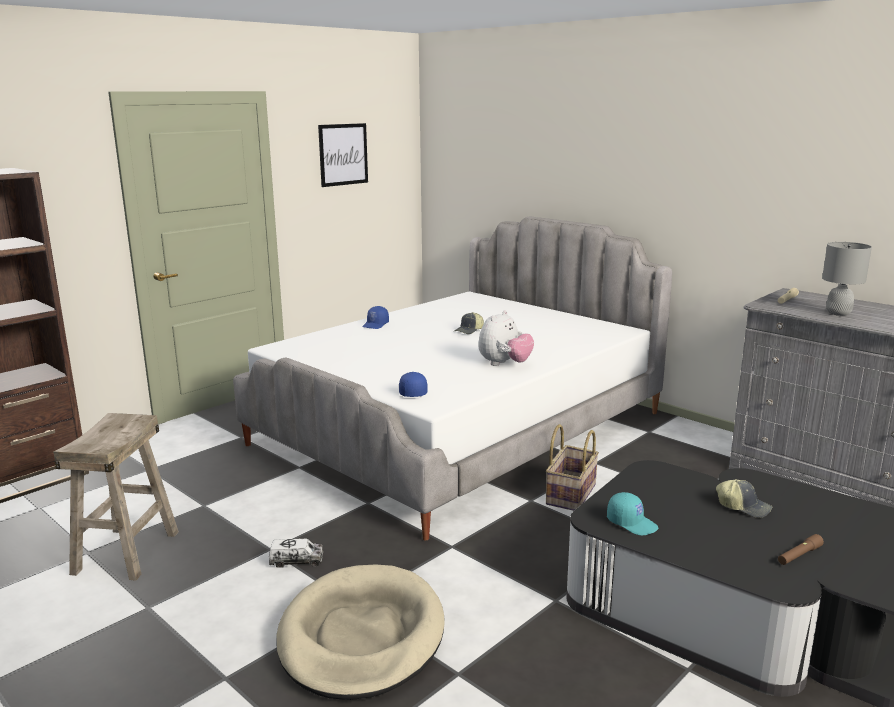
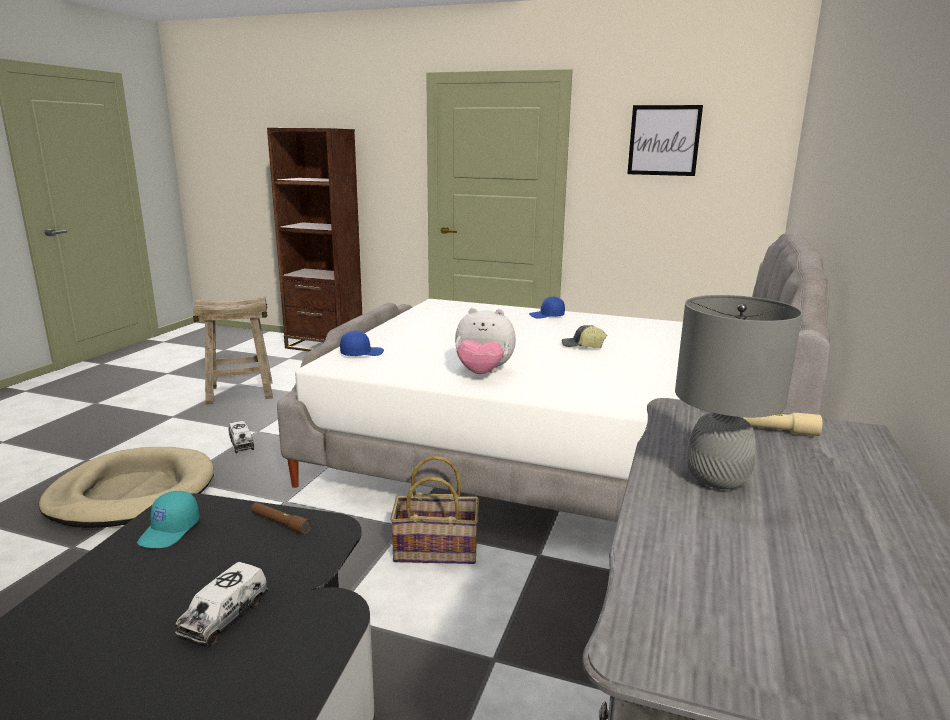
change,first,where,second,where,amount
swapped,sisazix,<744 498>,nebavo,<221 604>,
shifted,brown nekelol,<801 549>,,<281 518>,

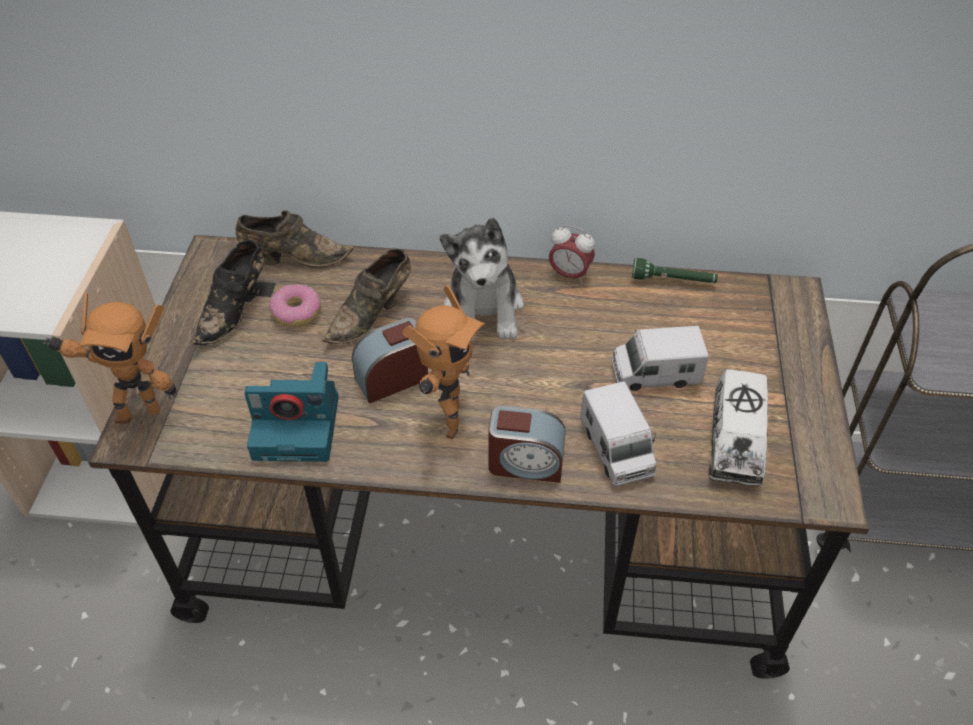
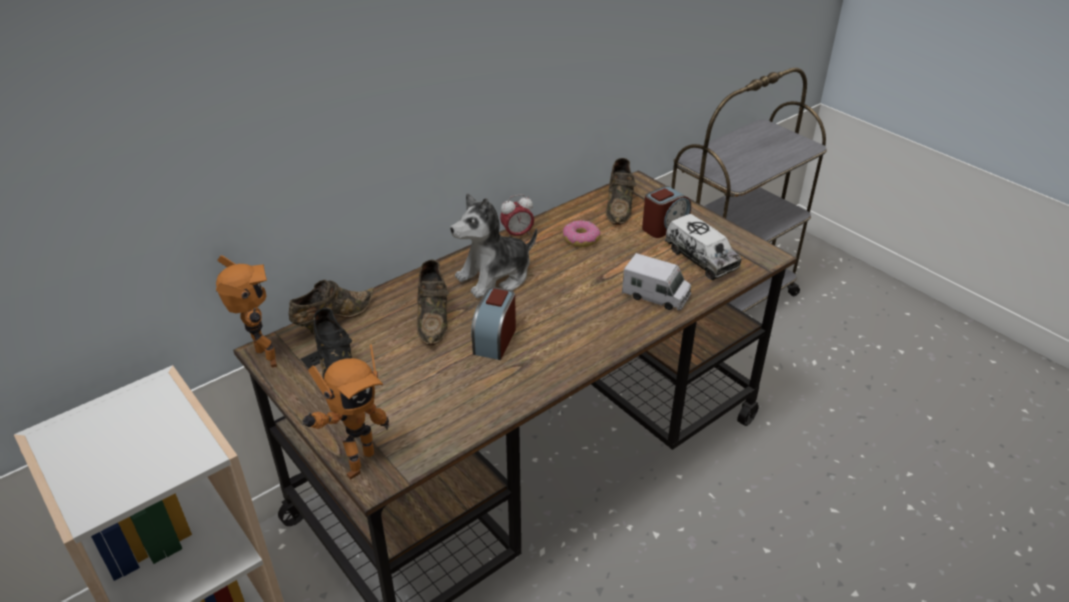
change,first,where,second,where,amount
rotated,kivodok,<482 279>,,<493 245>,105 degrees clockwise
gone,green nekelol,<675 270>,,,
shifted,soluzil,<295 305>,,<581 233>,
shifted,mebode,<443 362>,,<246 311>,
gone,nebavo,<660 358>,,,
gone,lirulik,<291 412>,,,
shifted,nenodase,<527 444>,,<666 212>,
new,,,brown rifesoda,<621 191>,

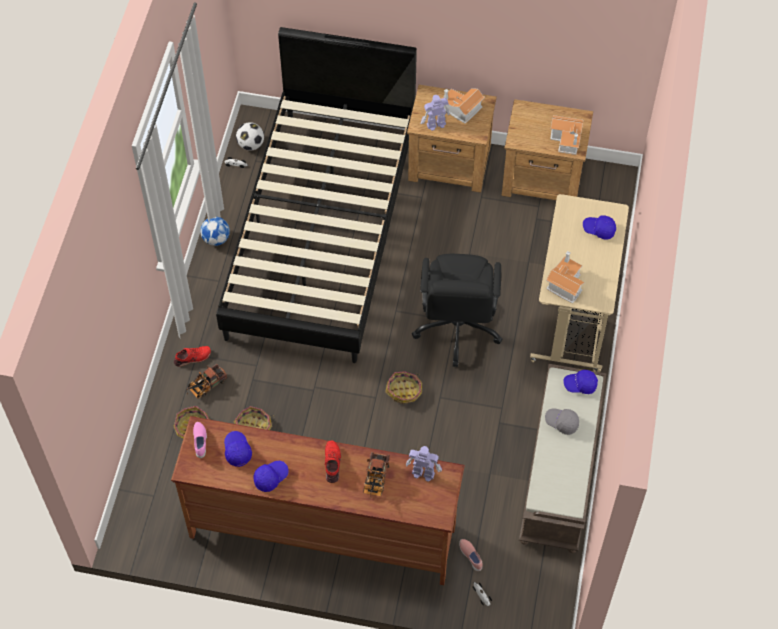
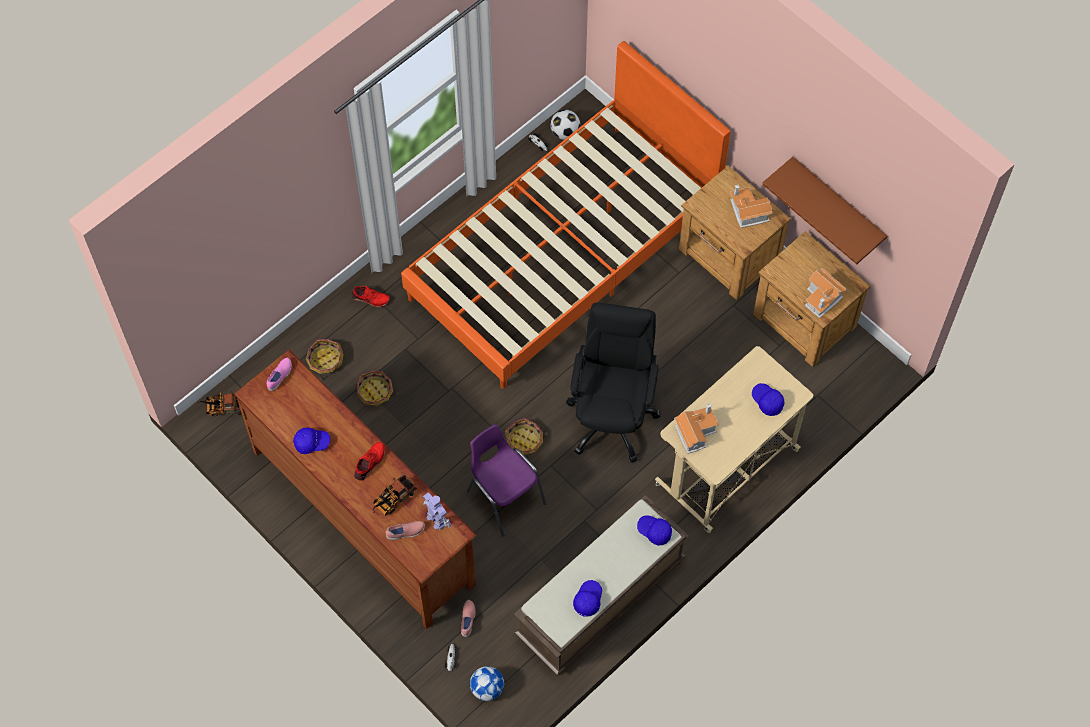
change,first,where,second,where,amount
repainted,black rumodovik,<316 195>,orange rumodovik,<566 215>,
gone,mebode,<435 113>,,,
shifted,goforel,<215 231>,,<487 683>,
rotated,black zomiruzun,<457 310>,,<613 383>,150 degrees clockwise
shifted,nebavo,<206 381>,,<220 403>,
gone,grey sisazix,<562 421>,,,
shifted,blue sisazix,<238 449>,,<587 598>,
new,,,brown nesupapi,<824 210>,
new,,,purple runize,<506 480>,
new,,,pink rifesoda,<405 530>,

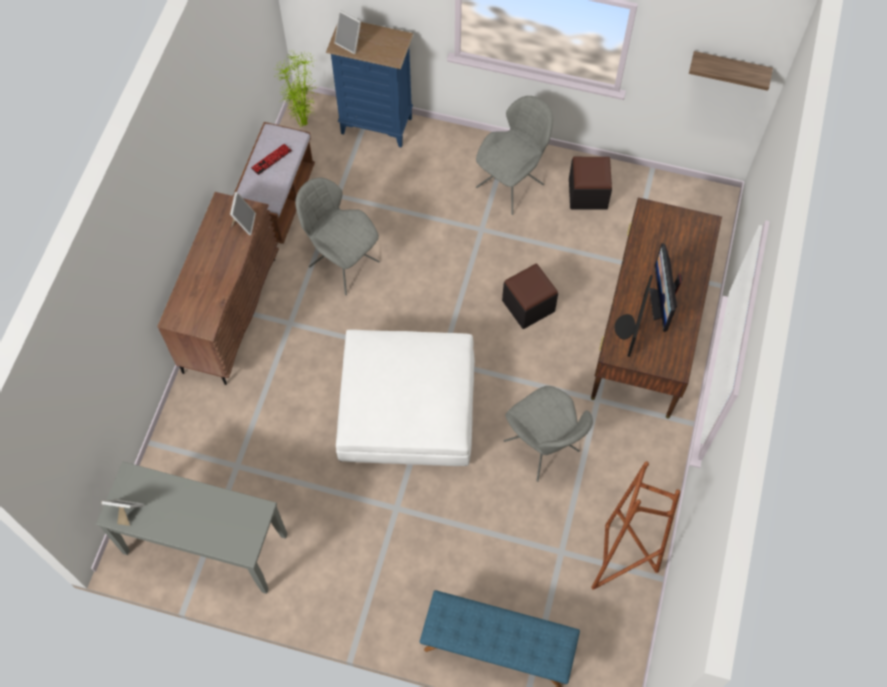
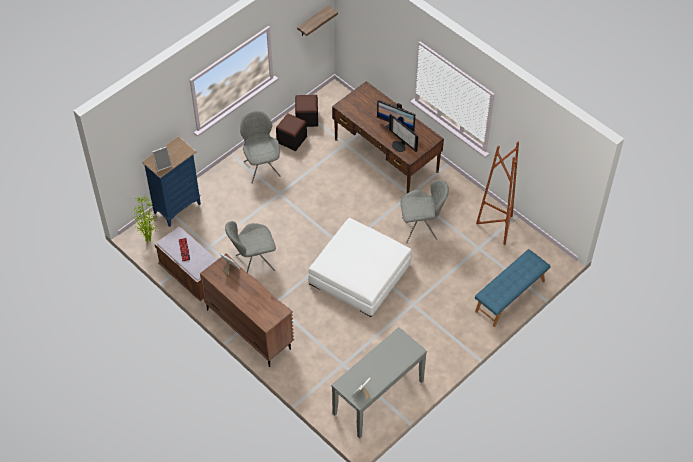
change,first,where,second,where,amount
shifted,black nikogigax,<530 296>,,<306 111>,

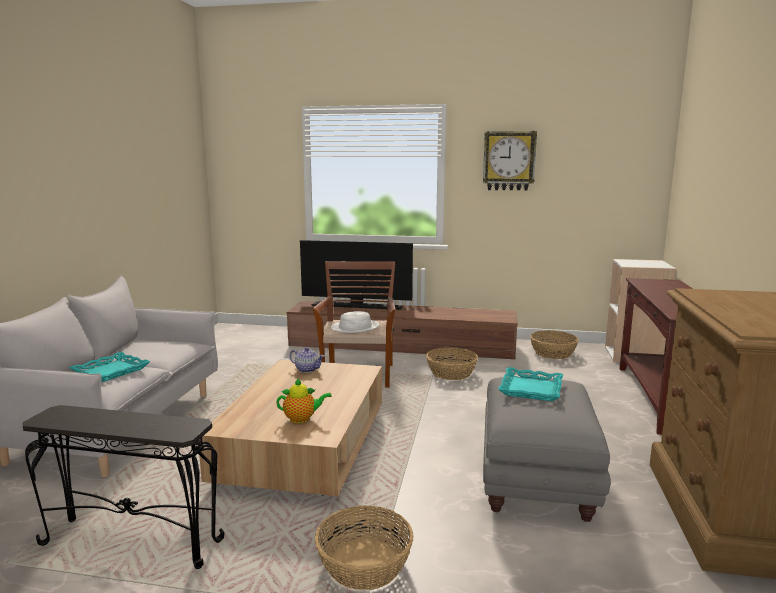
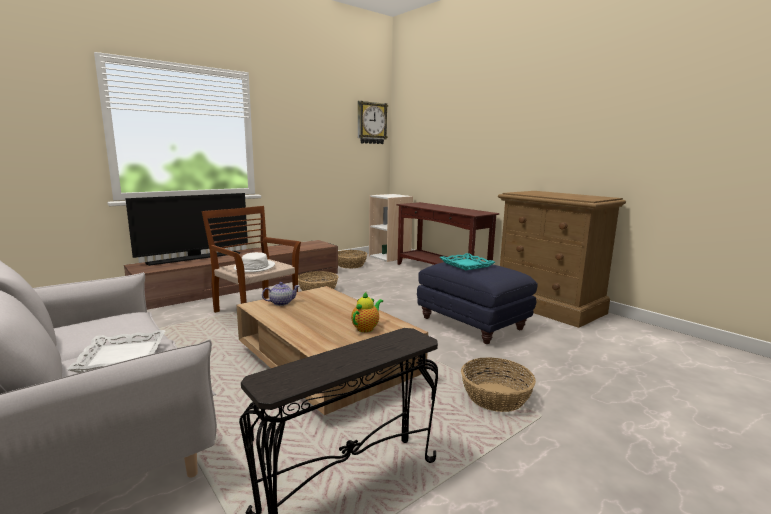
change,first,where,second,where,amount
shifted,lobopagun,<510 161>,,<373 122>,
repainted,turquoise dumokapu,<110 367>,white dumokapu,<116 351>,
repainted,grey nikogigax,<547 449>,blue nikogigax,<477 302>,

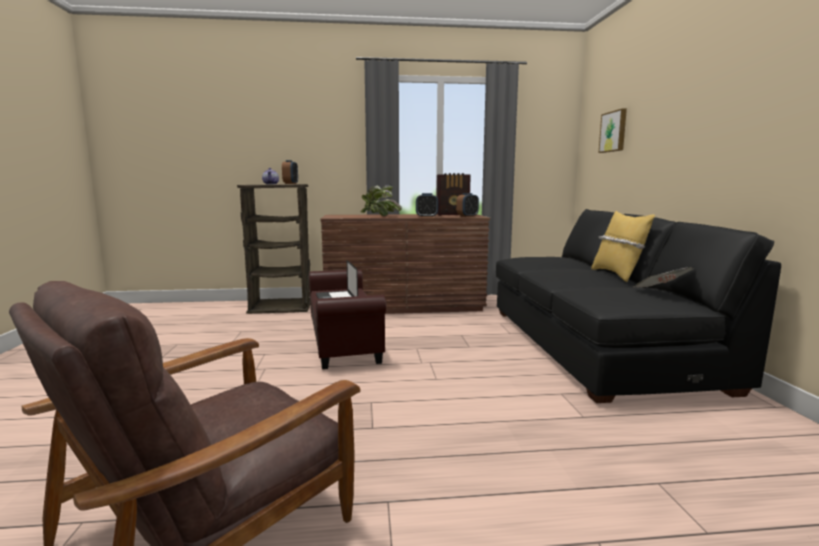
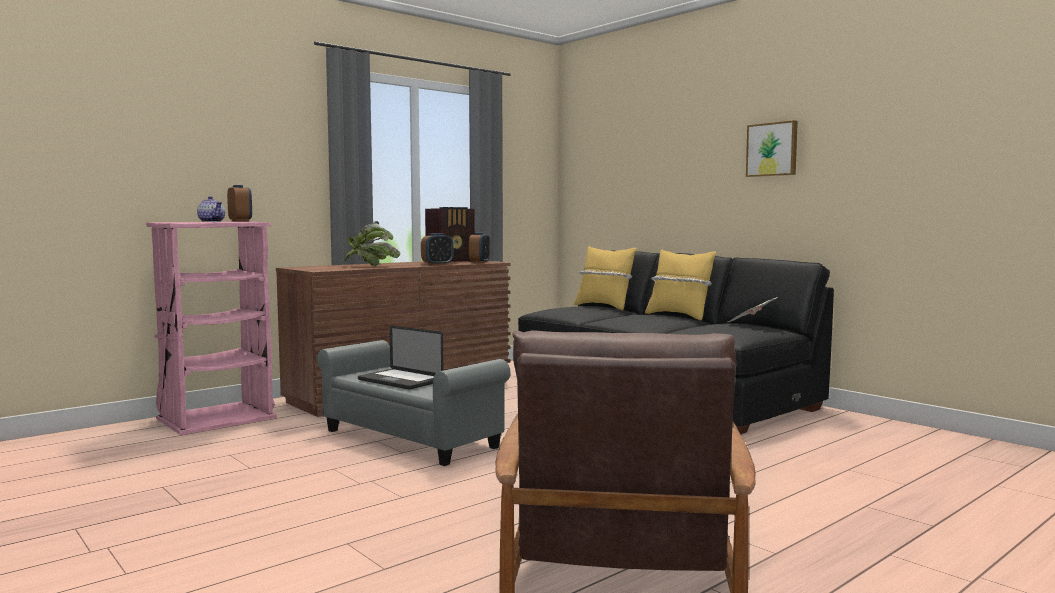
change,first,where,second,where,amount
shifted,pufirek,<613 130>,,<772 148>,
repainted,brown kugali,<273 249>,pink kugali,<211 328>,
repainted,brown nikogigax,<347 319>,grey nikogigax,<413 403>,
new,,,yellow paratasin,<605 278>,

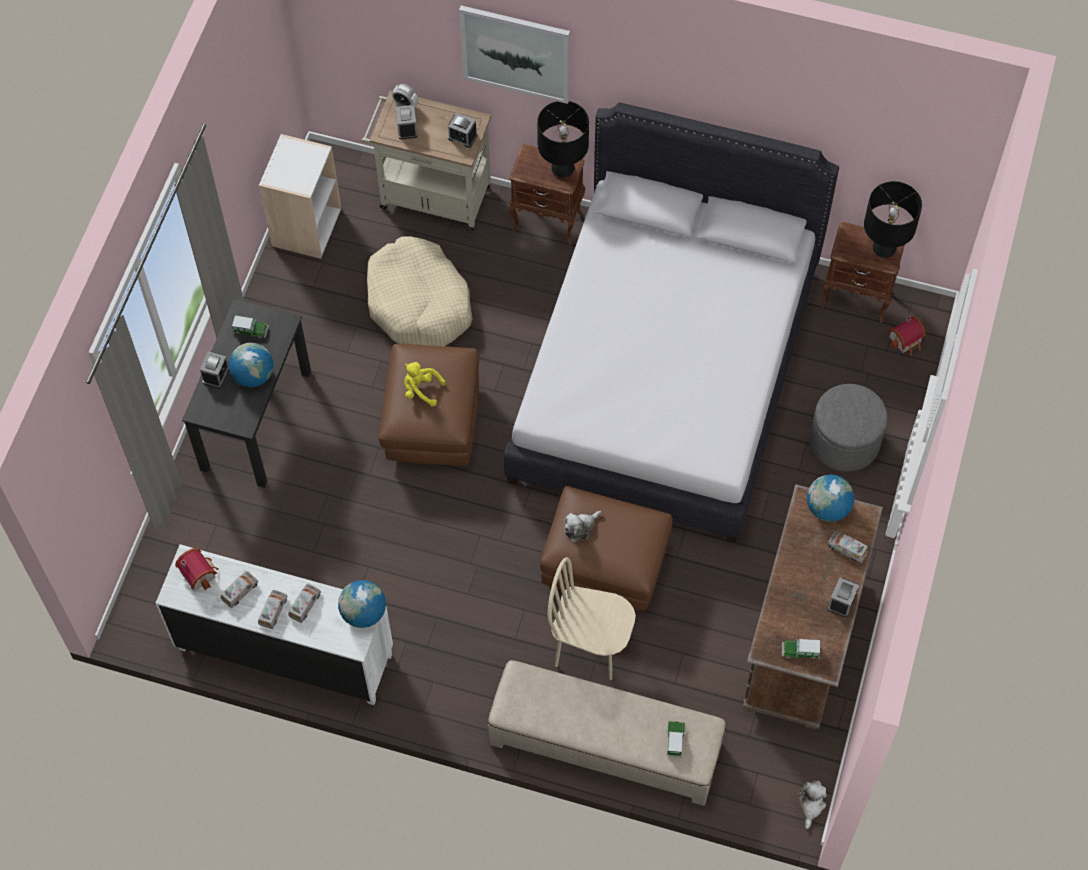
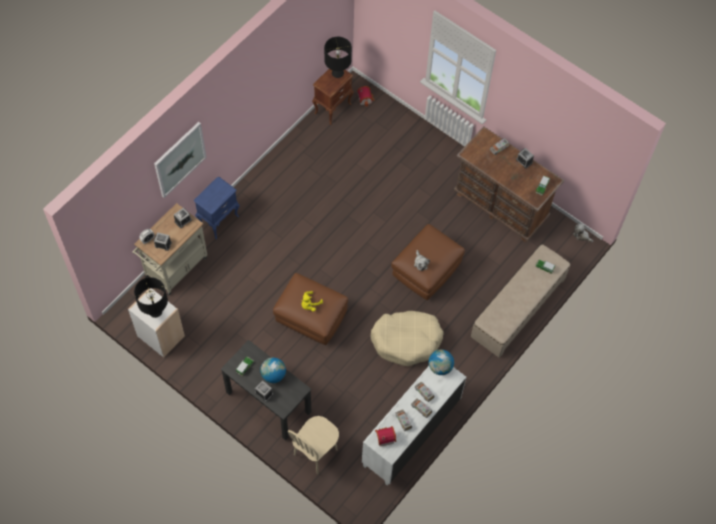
change,first,where,second,where,amount
shifted,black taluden,<563 139>,,<151 297>,
gone,white rumodovik,<671 322>,,,
repainted,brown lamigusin,<547 194>,blue lamigusin,<217 208>,
shifted,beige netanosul,<420 291>,,<407 338>,
gone,grey nikogigax,<849 428>,,,
gone,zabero,<830 498>,,,
shifted,beige runize,<592 618>,,<313 445>,

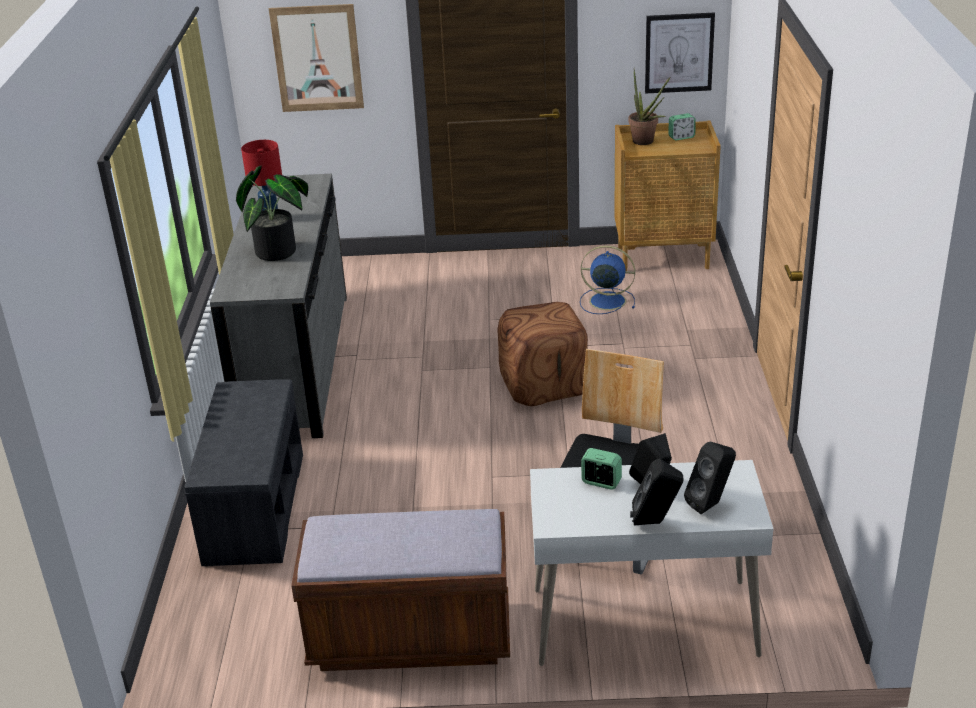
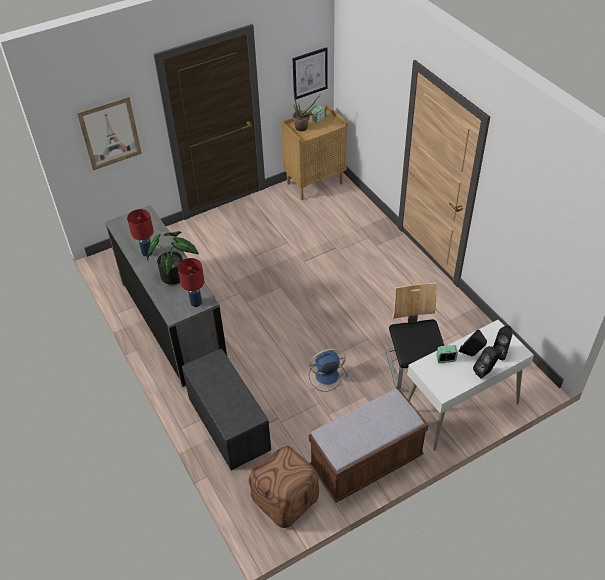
change,first,where,second,where,amount
shifted,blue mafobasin,<607 279>,,<328 370>,
shifted,brown nikogigax,<543 354>,,<283 487>,
new,,,red taluden,<190 282>,

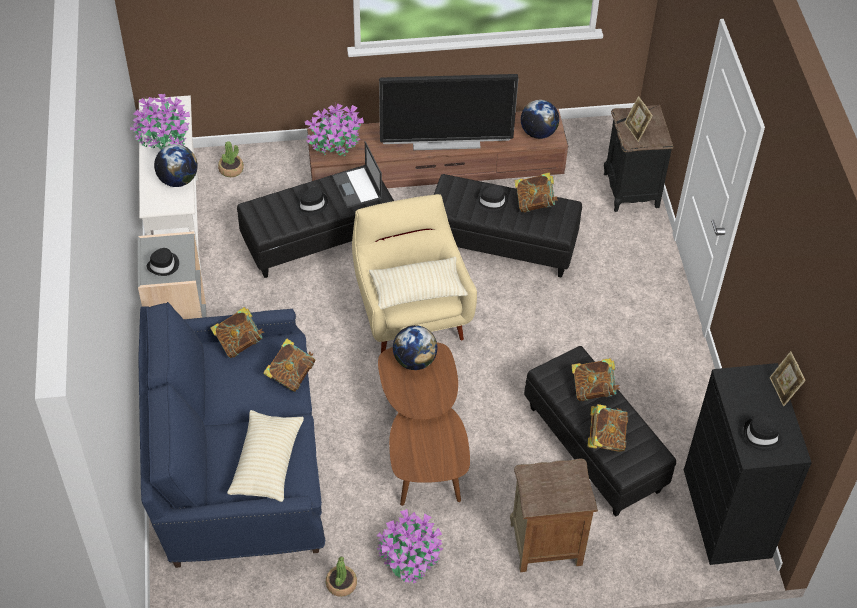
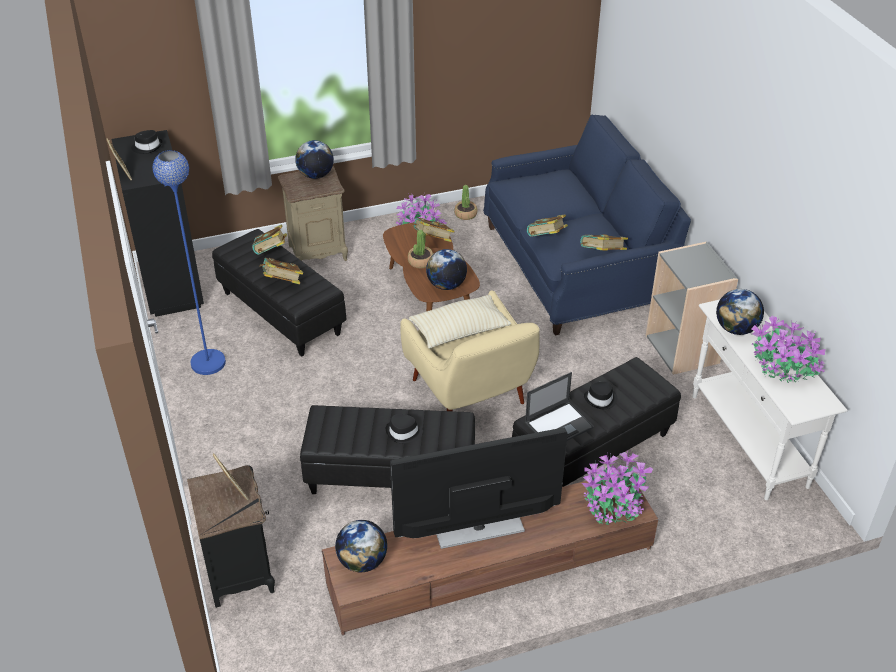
change,first,where,second,where,amount
shifted,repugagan,<231 159>,,<420 249>,
rotated,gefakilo,<357 175>,,<559 406>,90 degrees clockwise
shifted,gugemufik,<536 193>,,<433 230>,
gone,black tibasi,<162 262>,,,
gone,beige paratasin,<265 456>,,,
new,,,zabero,<314 159>,
new,,,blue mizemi,<189 262>,

